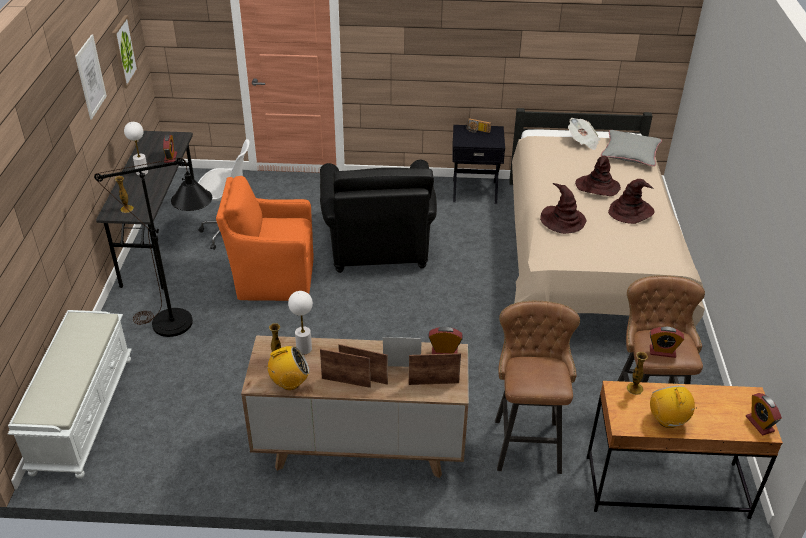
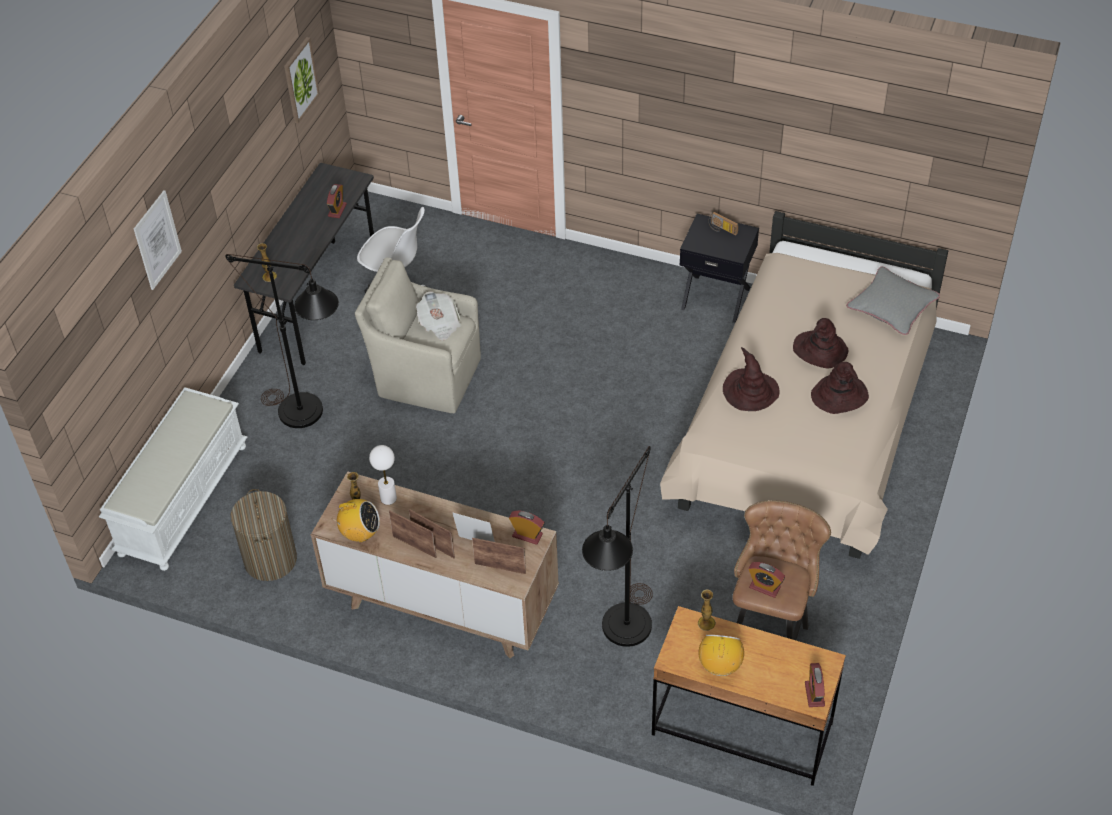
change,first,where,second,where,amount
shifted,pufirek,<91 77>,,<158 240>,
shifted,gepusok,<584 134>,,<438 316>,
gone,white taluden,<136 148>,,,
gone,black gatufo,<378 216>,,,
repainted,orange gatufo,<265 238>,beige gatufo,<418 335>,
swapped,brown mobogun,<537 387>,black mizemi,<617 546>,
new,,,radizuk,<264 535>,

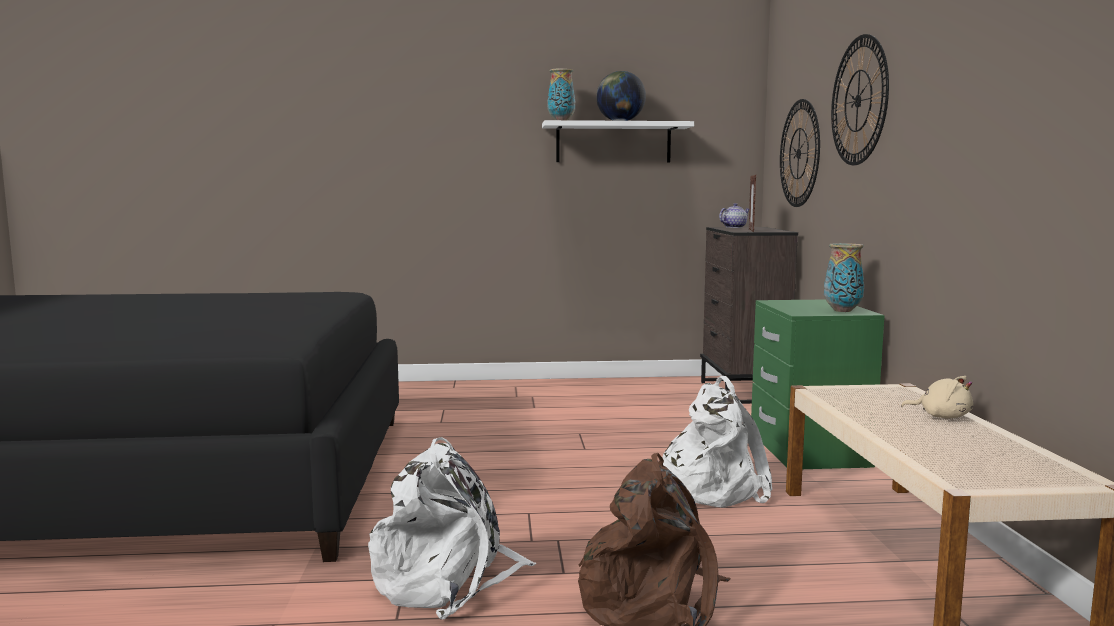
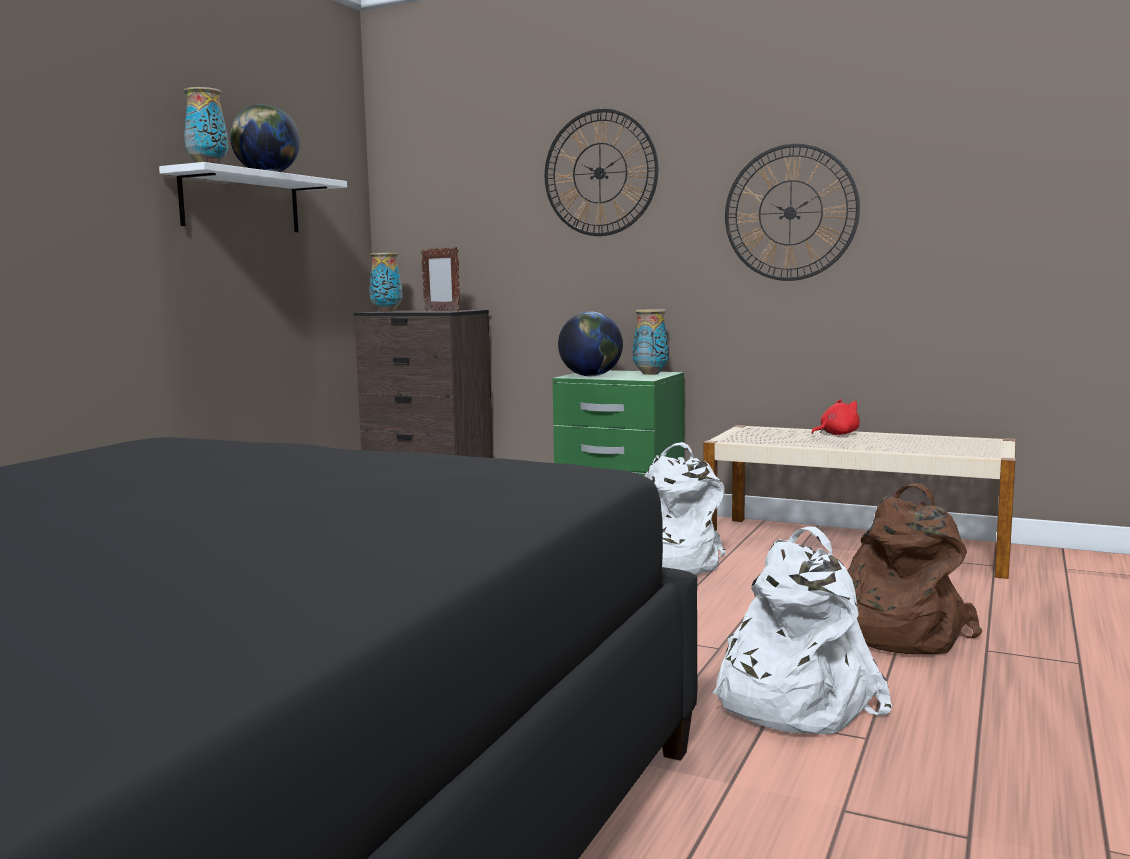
change,first,where,second,where,amount
shifted,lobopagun,<800 153>,,<792 212>,
swapped,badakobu,<734 215>,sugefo,<385 282>,
repainted,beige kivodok,<937 397>,red kivodok,<835 417>,
new,,,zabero,<590 344>,

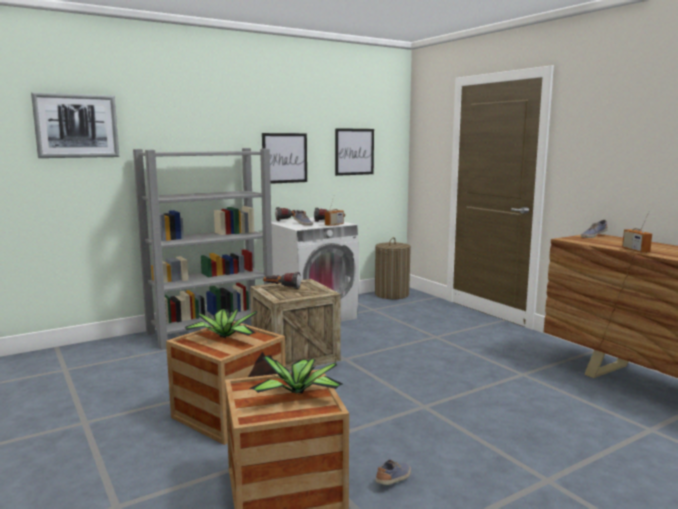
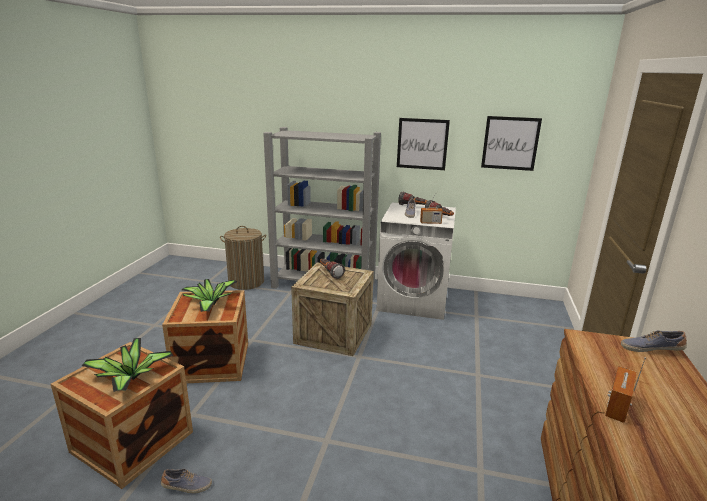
change,first,where,second,where,amount
gone,pufirek,<75 125>,,,
shifted,radizuk,<393 268>,,<243 258>,

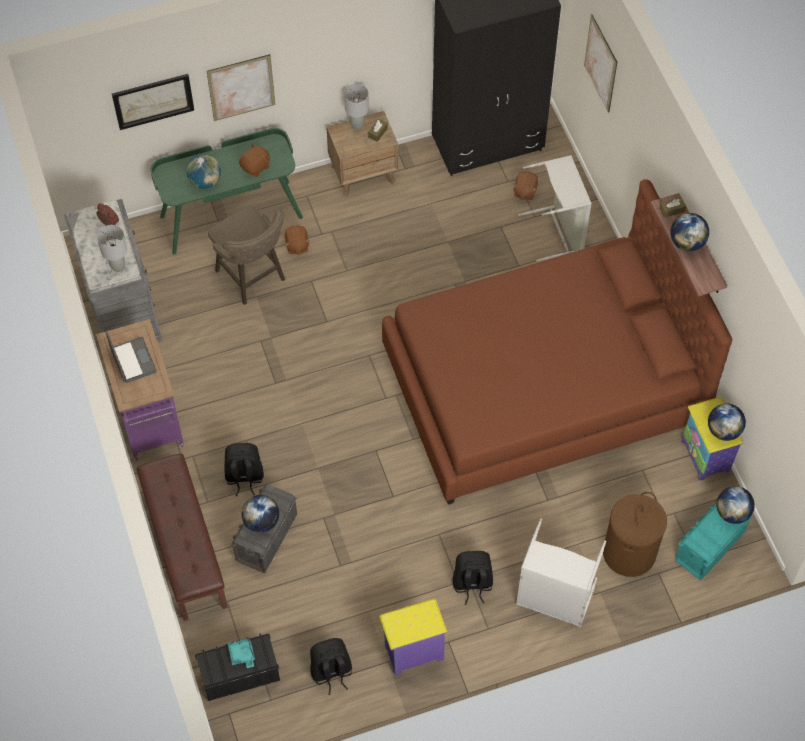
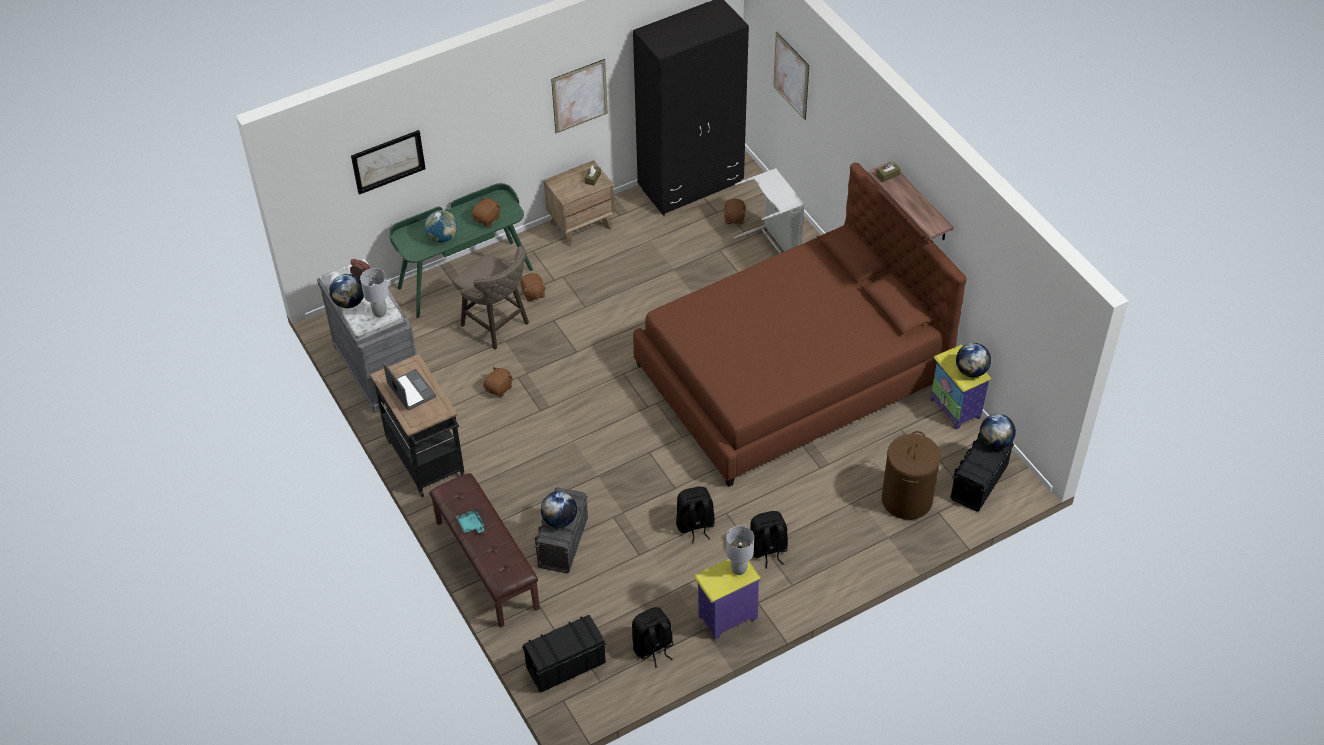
change,first,where,second,where,amount
shifted,pufirek,<241 87>,,<579 96>,
shifted,grey taluden,<356 107>,,<740 550>,
shifted,zabero,<689 232>,,<346 291>,
repainted,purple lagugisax,<140 390>,black lagugisax,<417 425>,
shifted,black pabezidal,<244 469>,,<695 514>,
repainted,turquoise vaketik,<714 540>,black vaketik,<982 472>,
gone,grey radizuk,<561 572>,,,
shifted,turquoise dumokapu,<241 653>,,<470 521>,
new,,,brown kivodok,<498 381>,

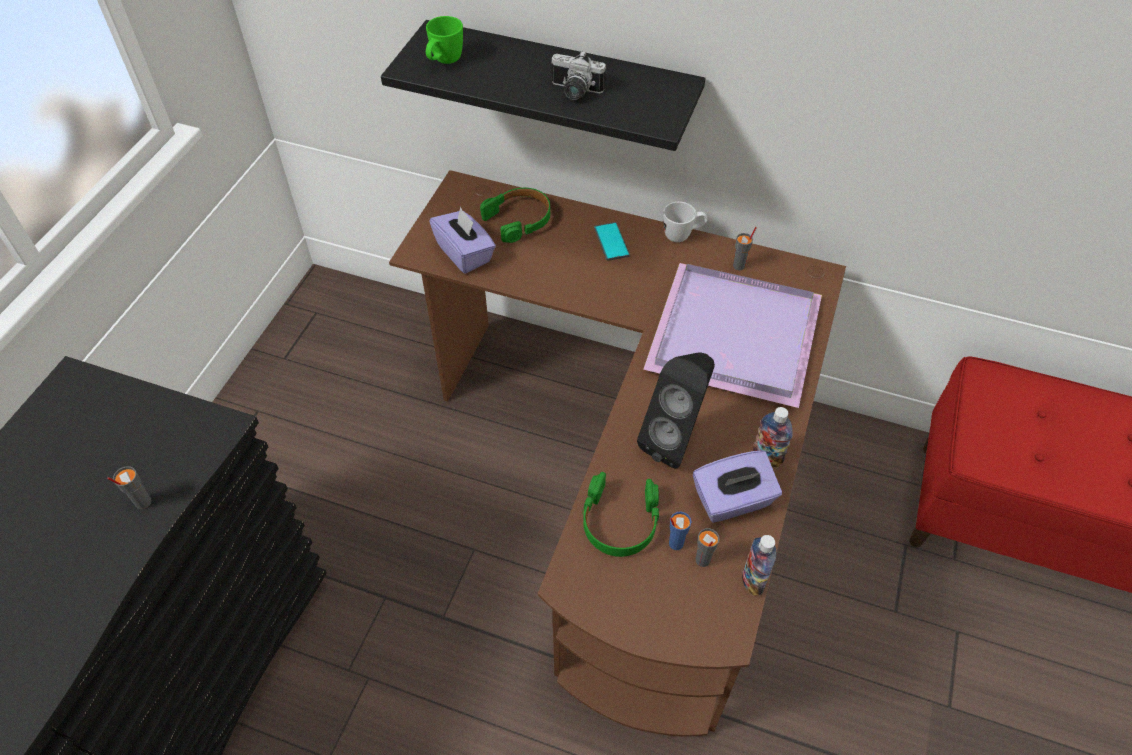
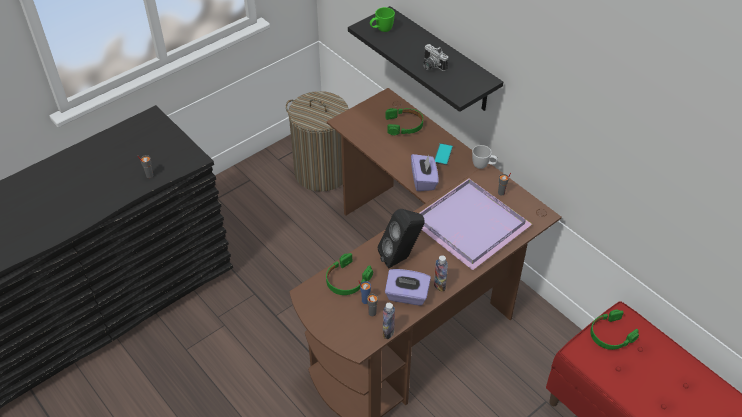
change,first,where,second,where,amount
shifted,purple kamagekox,<462 240>,,<424 172>,
new,,,radizuk,<317 141>,
new,,,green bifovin,<614 329>,

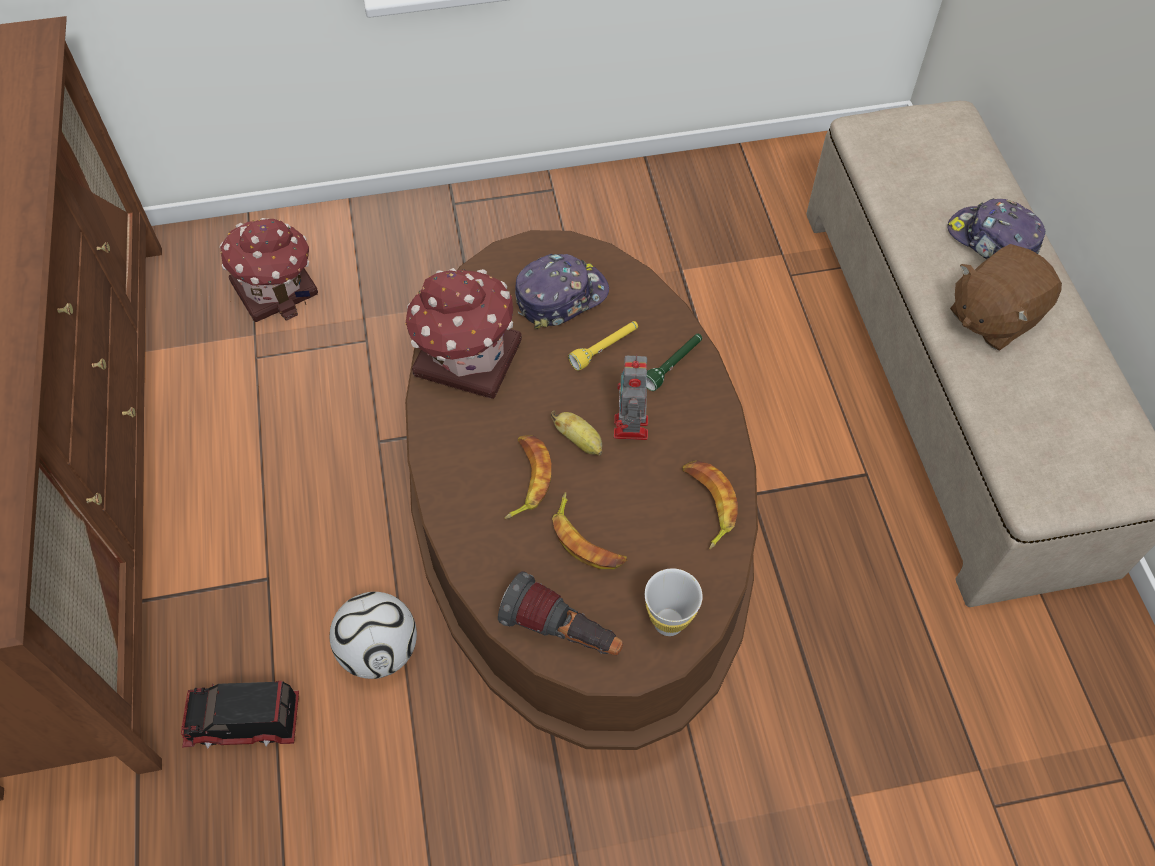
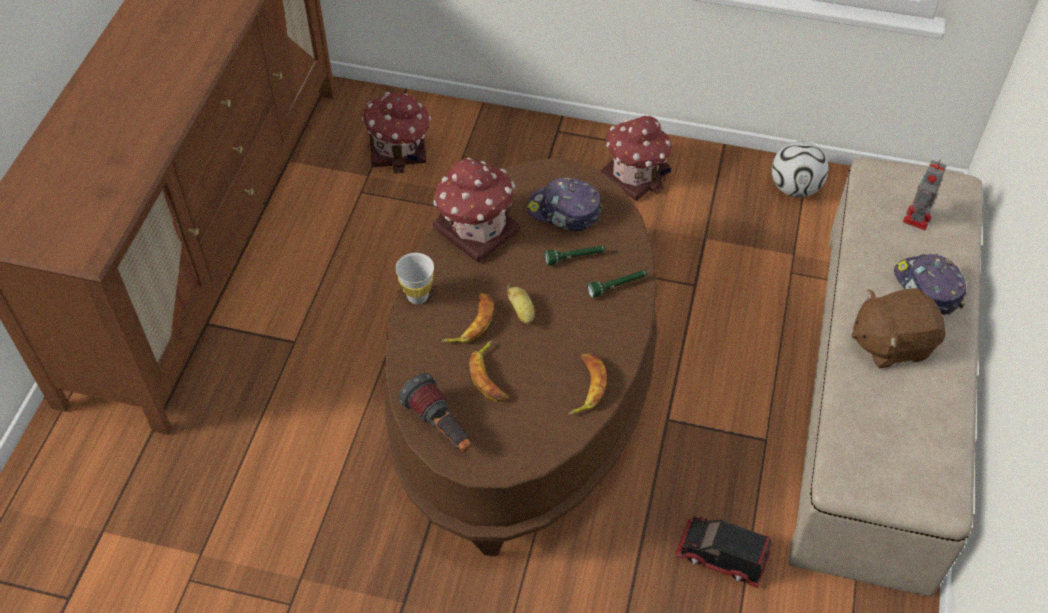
change,first,where,second,where,amount
rotated,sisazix,<562 291>,,<565 204>,150 degrees counterclockwise
repainted,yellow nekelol,<603 346>,green nekelol,<575 255>,
shifted,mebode,<631 397>,,<924 194>,
shifted,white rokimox,<674 602>,,<414 278>,
shifted,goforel,<373 635>,,<800 169>,
shifted,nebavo,<240 715>,,<722 552>,
new,,,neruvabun,<636 158>,

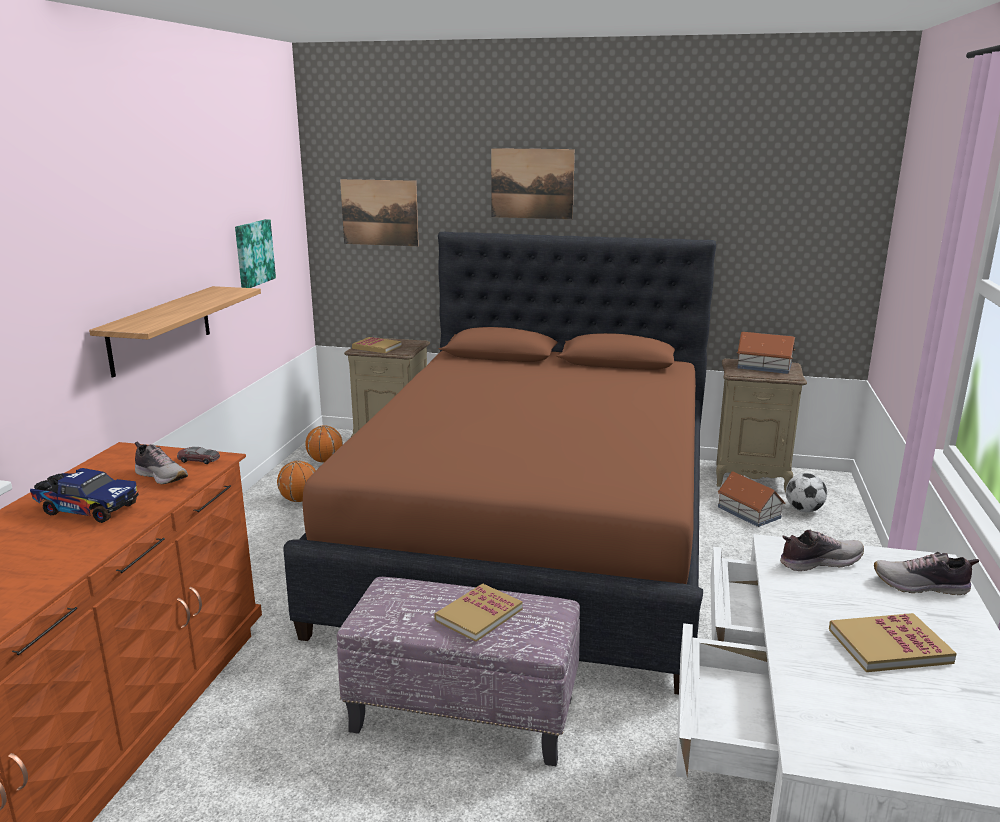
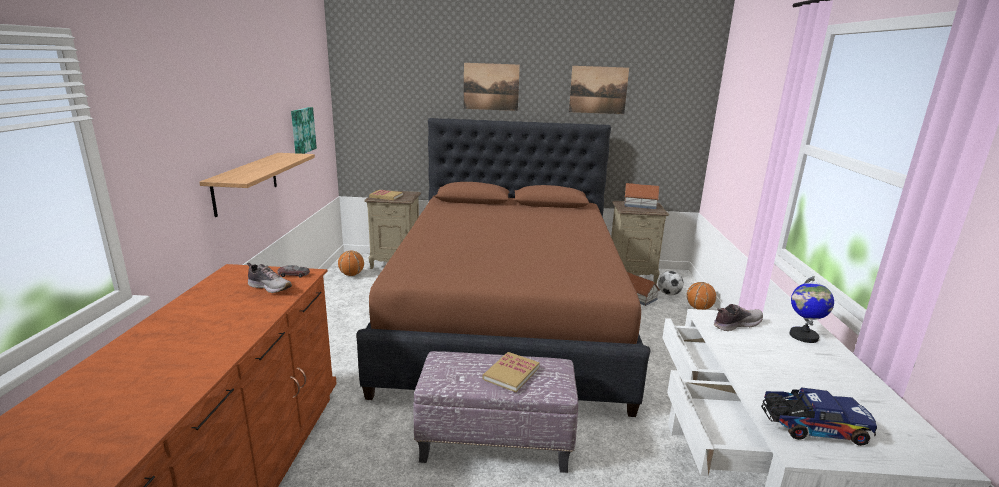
change,first,where,second,where,amount
shifted,pufirek,<379 212>,,<599 90>,
shifted,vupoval,<296 481>,,<701 296>,
shifted,nebavo,<84 495>,,<819 416>,
swapped,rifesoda,<926 573>,zabero,<811 309>,
gone,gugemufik,<893 642>,,,

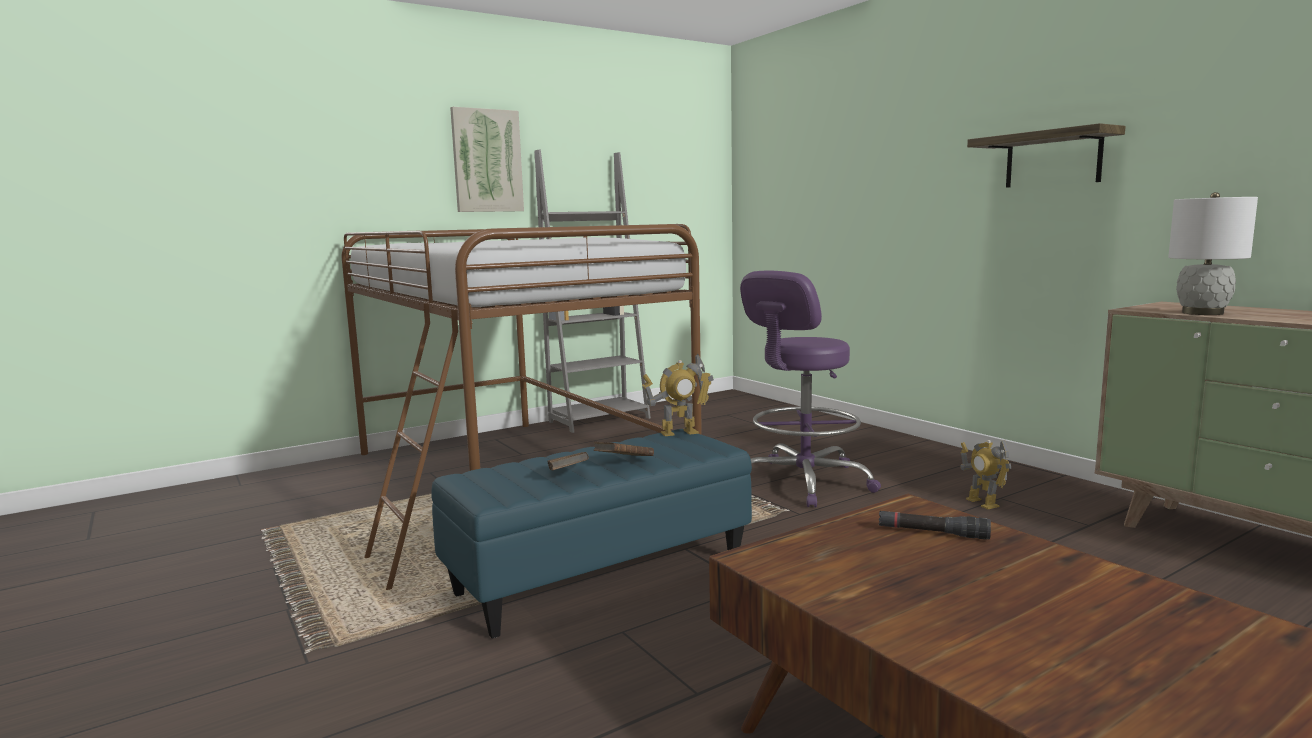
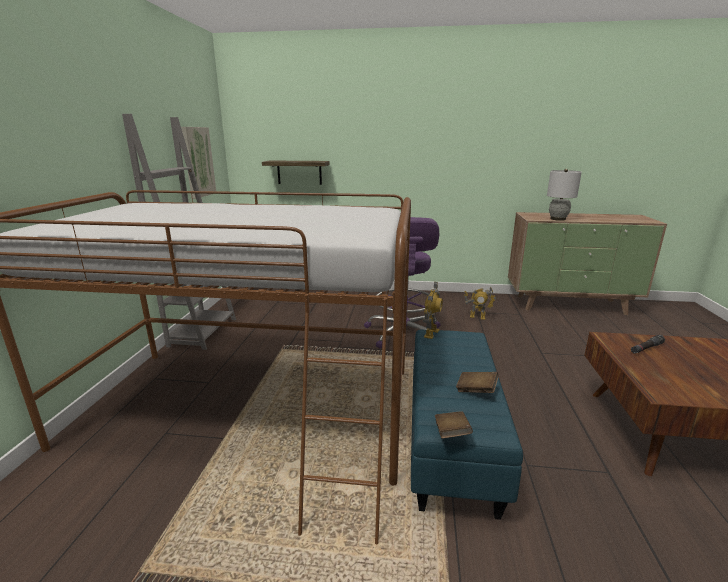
change,first,where,second,where,amount
shifted,pufirek,<487 159>,,<198 163>,
shifted,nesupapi,<1046 155>,,<296 173>,
shifted,brown gugemufik,<624 448>,,<454 424>,

